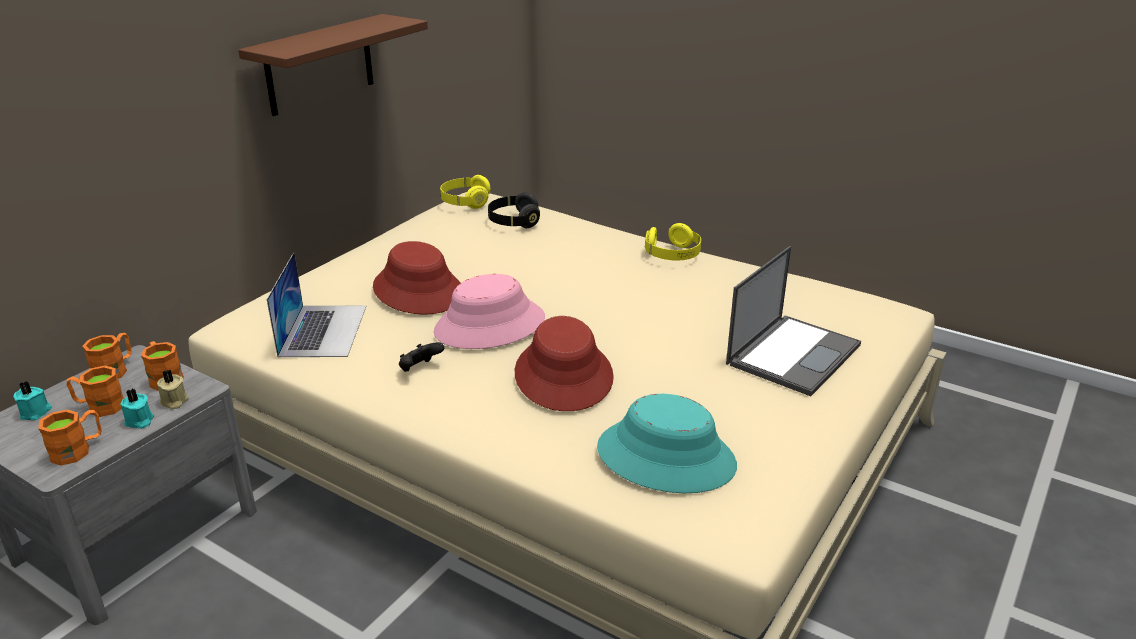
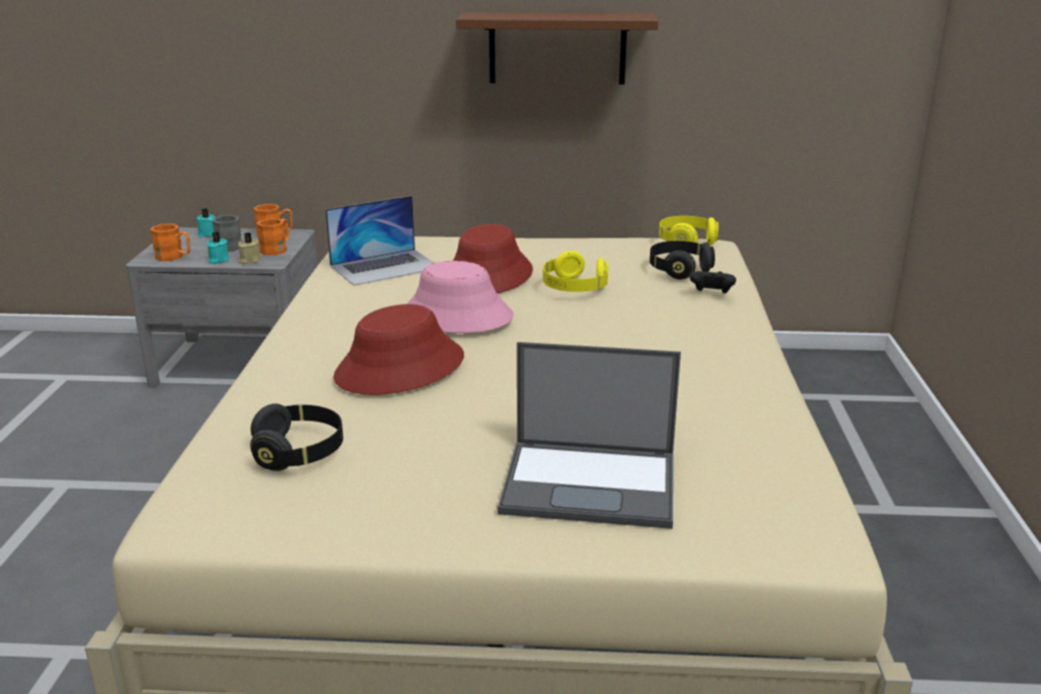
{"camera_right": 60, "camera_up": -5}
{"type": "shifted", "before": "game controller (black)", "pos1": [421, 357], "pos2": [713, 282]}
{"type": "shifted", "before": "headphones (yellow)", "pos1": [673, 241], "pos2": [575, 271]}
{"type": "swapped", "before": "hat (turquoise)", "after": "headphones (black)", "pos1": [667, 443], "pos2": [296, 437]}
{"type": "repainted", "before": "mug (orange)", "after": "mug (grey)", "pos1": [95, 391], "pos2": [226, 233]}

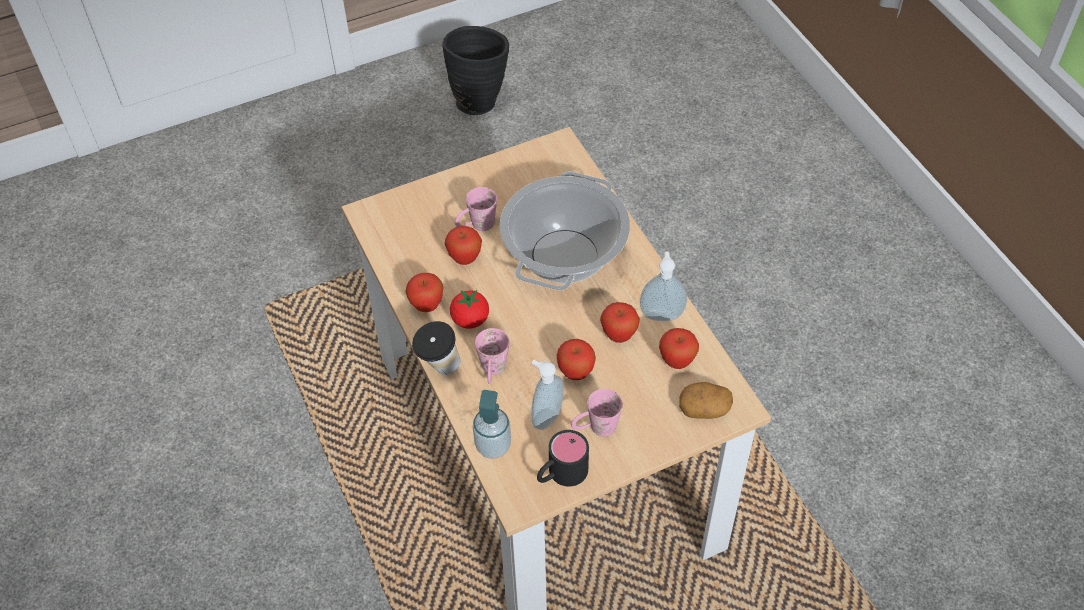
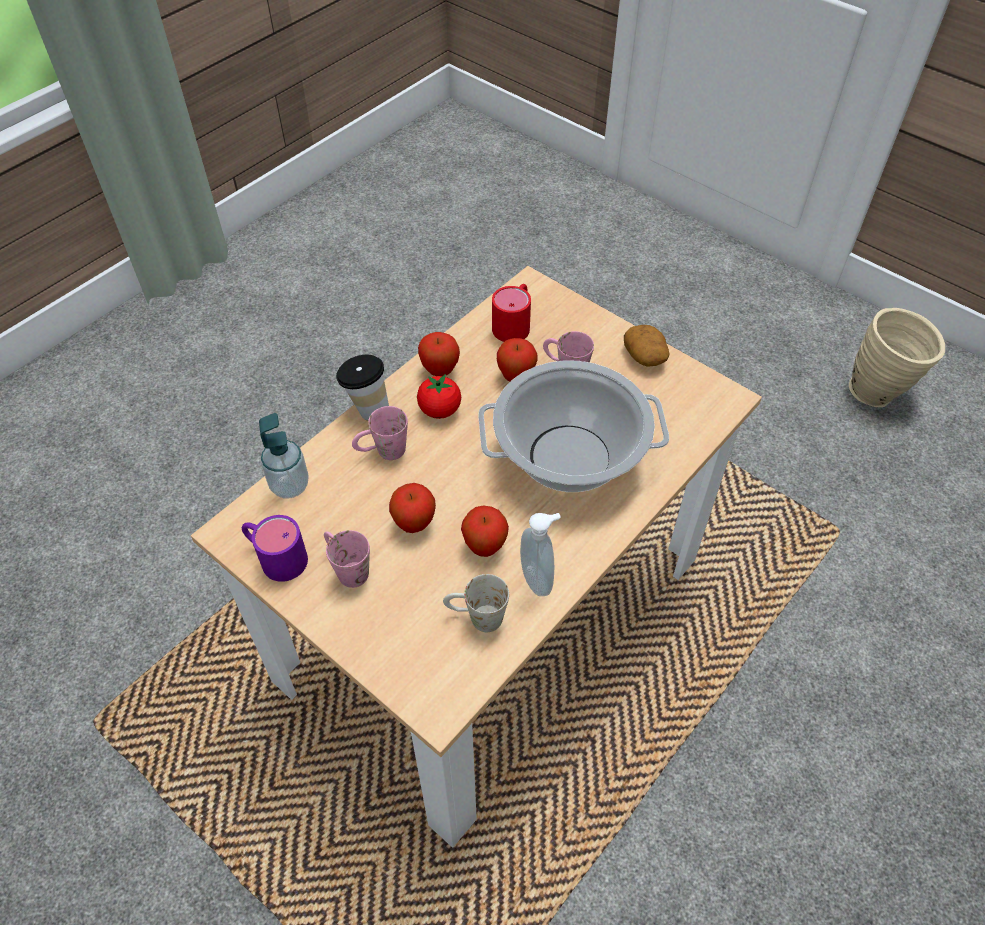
{"camera_right": 65, "camera_up": 0}
{"type": "gone", "before": "soap dispenser", "pos1": [547, 395]}
{"type": "new", "after": "mug (red)", "pos2": [511, 313]}
{"type": "shifted", "before": "potato", "pos1": [706, 400], "pos2": [647, 346]}
{"type": "swapped", "before": "apple", "after": "mug (white)", "pos1": [679, 348], "pos2": [476, 603]}
{"type": "repainted", "before": "vase (black)", "after": "vase (beige)", "pos1": [475, 70], "pos2": [897, 357]}
{"type": "repainted", "before": "mug (black)", "after": "mug (purple)", "pos1": [563, 458], "pos2": [275, 548]}

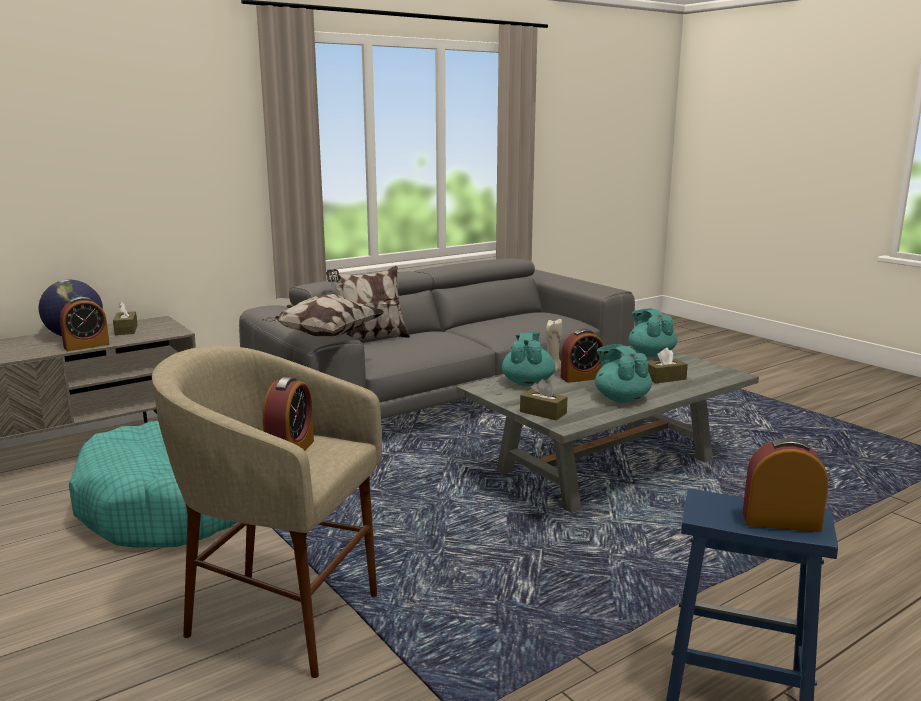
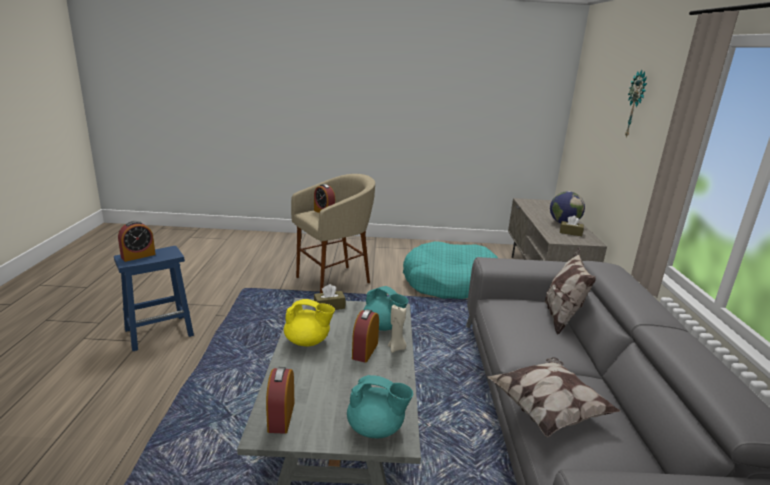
{"camera_right": 125, "camera_up": 5}
{"type": "gone", "before": "tissue box (brown)", "pos1": [668, 366]}
{"type": "new", "after": "wall clock", "pos2": [636, 103]}
{"type": "shifted", "before": "alarm clock", "pos1": [85, 324], "pos2": [280, 400]}
{"type": "shifted", "before": "pillow", "pos1": [323, 315], "pos2": [553, 397]}
{"type": "repainted", "before": "teapot (turquoise)", "after": "teapot (yellow)", "pos1": [623, 373], "pos2": [309, 322]}

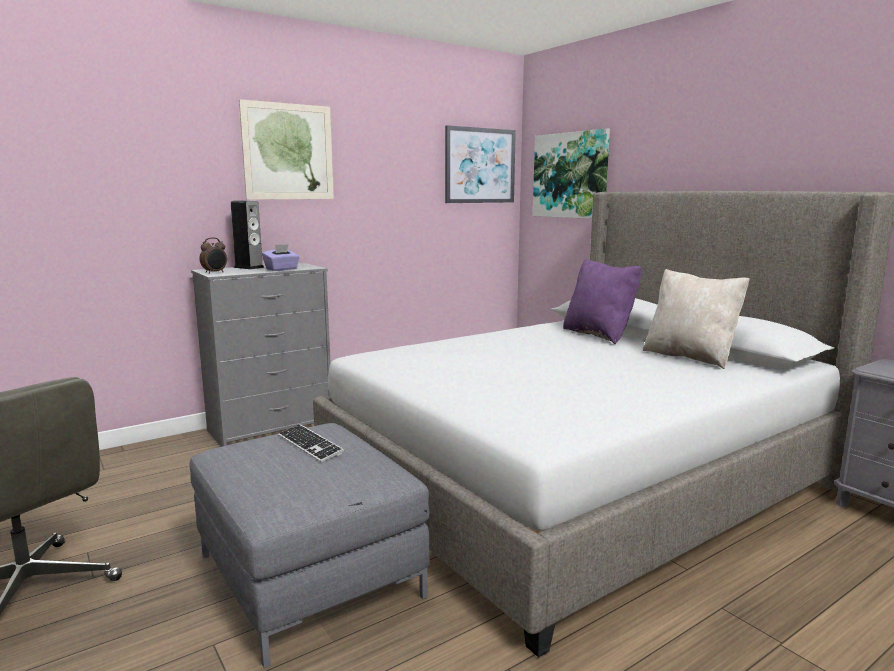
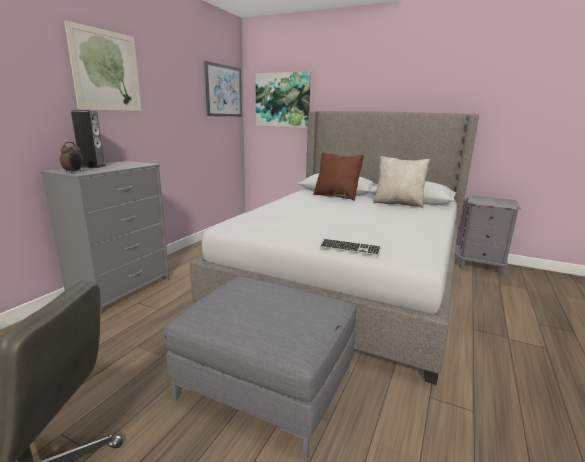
{"camera_right": -30, "camera_up": 5}
{"type": "gone", "before": "tissue box (purple)", "pos1": [281, 257]}
{"type": "shifted", "before": "keyboard", "pos1": [311, 443], "pos2": [350, 247]}
{"type": "repainted", "before": "pillow (purple)", "after": "pillow (brown)", "pos1": [602, 301], "pos2": [339, 176]}

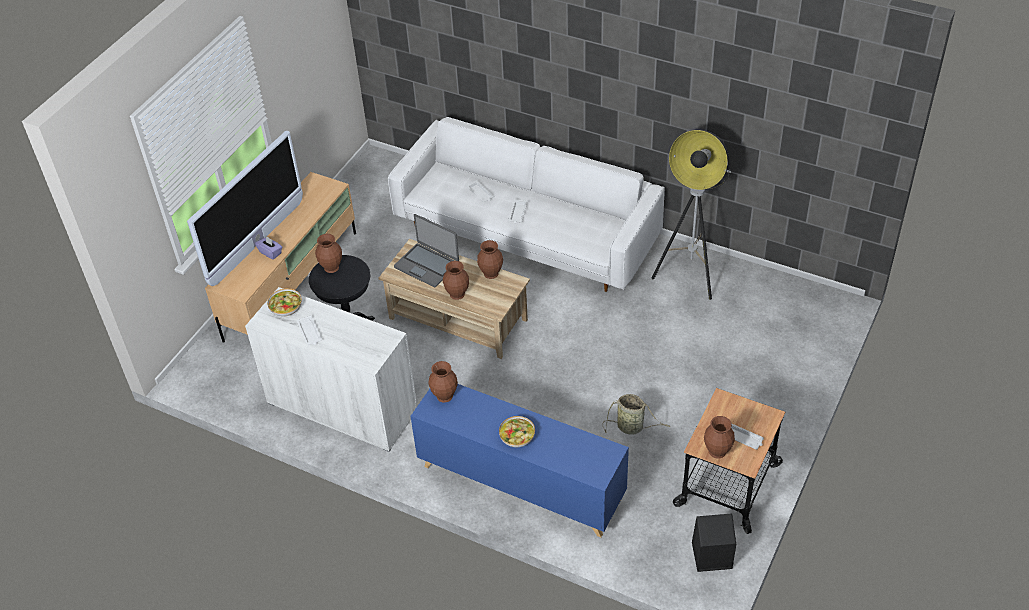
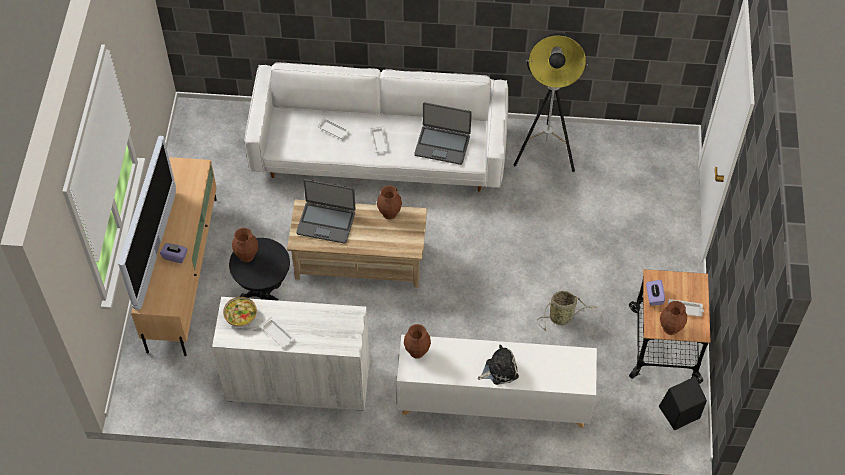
{"camera_right": -25, "camera_up": 10}
{"type": "gone", "before": "vase (brown)", "pos1": [456, 280]}
{"type": "new", "after": "laptop", "pos2": [443, 133]}
{"type": "new", "after": "tissue box (purple)", "pos2": [655, 292]}
{"type": "swapped", "before": "bowl", "after": "plush toy", "pos1": [517, 431], "pos2": [498, 365]}
{"type": "repainted", "before": "cabinet (blue)", "after": "cabinet (white)", "pos1": [519, 460], "pos2": [497, 381]}

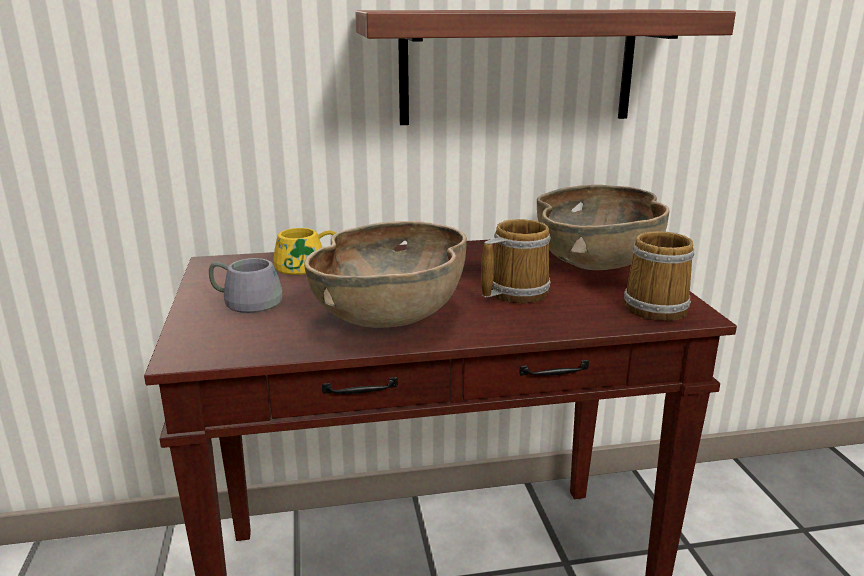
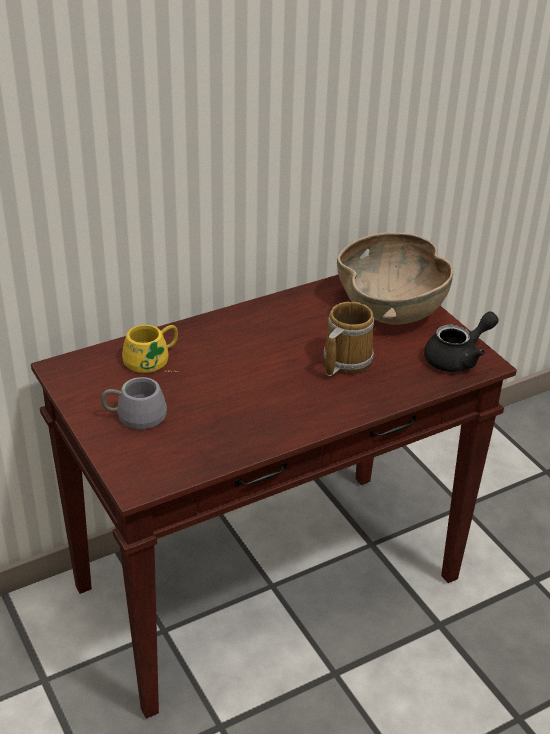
{"camera_right": -20, "camera_up": 15}
{"type": "gone", "before": "bowl (brown)", "pos1": [385, 274]}
{"type": "gone", "before": "shelf", "pos1": [545, 67]}
{"type": "swapped", "before": "mug", "after": "teapot (black)", "pos1": [659, 276], "pos2": [461, 342]}

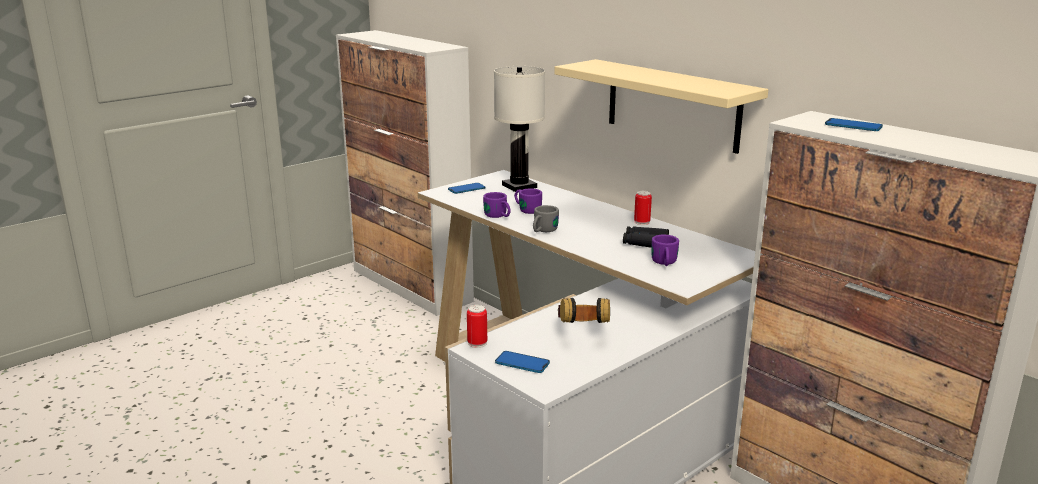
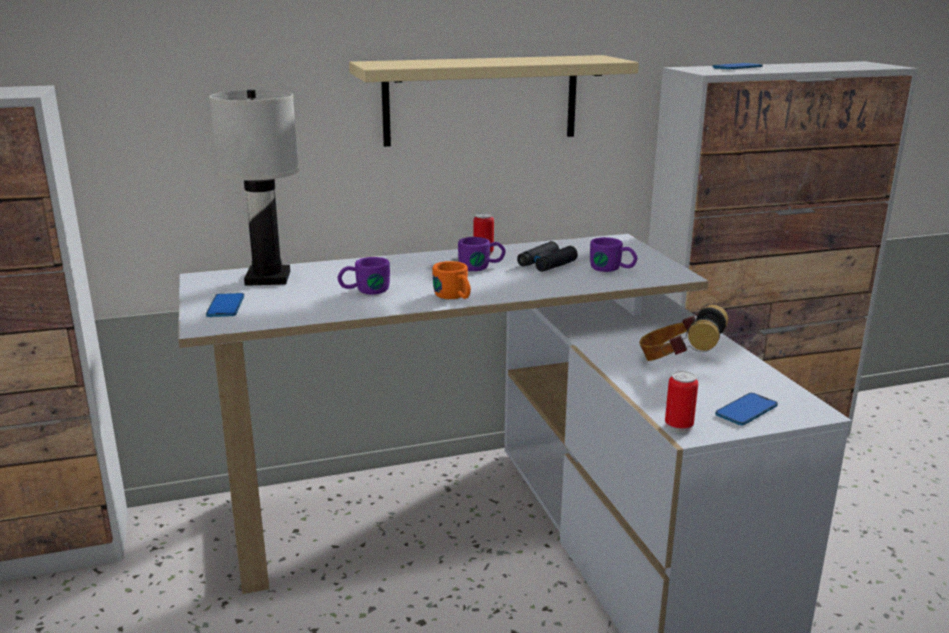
{"camera_right": -65, "camera_up": 0}
{"type": "shifted", "before": "mug (purple)", "pos1": [497, 205], "pos2": [482, 254]}
{"type": "repainted", "before": "mug (grey)", "after": "mug (orange)", "pos1": [546, 218], "pos2": [451, 280]}

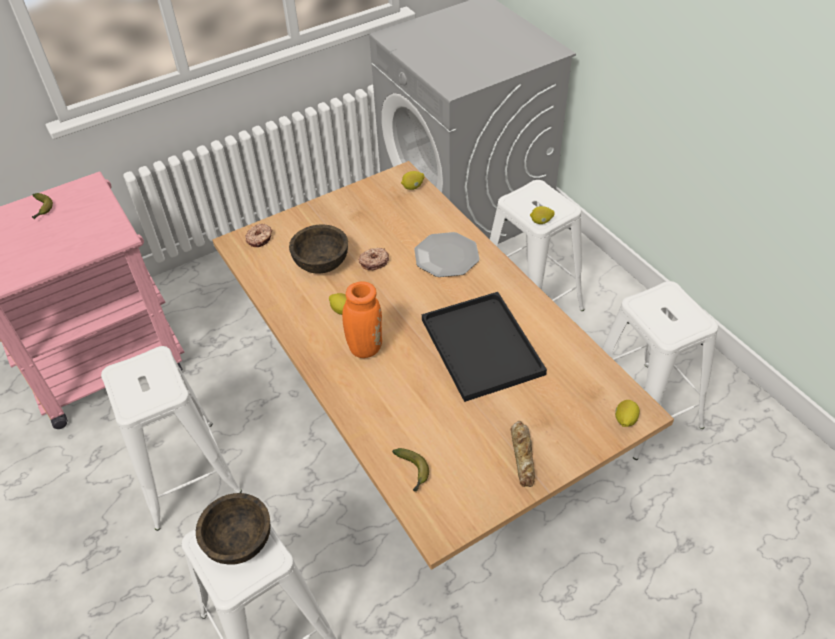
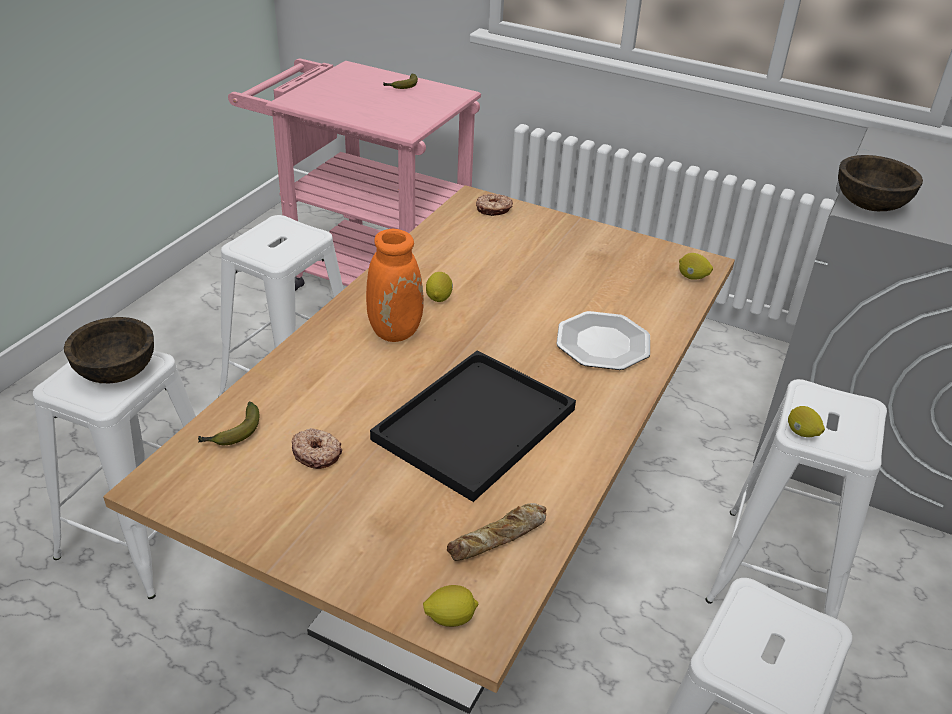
{"camera_right": 55, "camera_up": -10}
{"type": "shifted", "before": "bowl (brown)", "pos1": [318, 249], "pos2": [880, 183]}
{"type": "shifted", "before": "donut", "pos1": [373, 259], "pos2": [316, 448]}
{"type": "shifted", "before": "bread", "pos1": [522, 454], "pos2": [496, 532]}

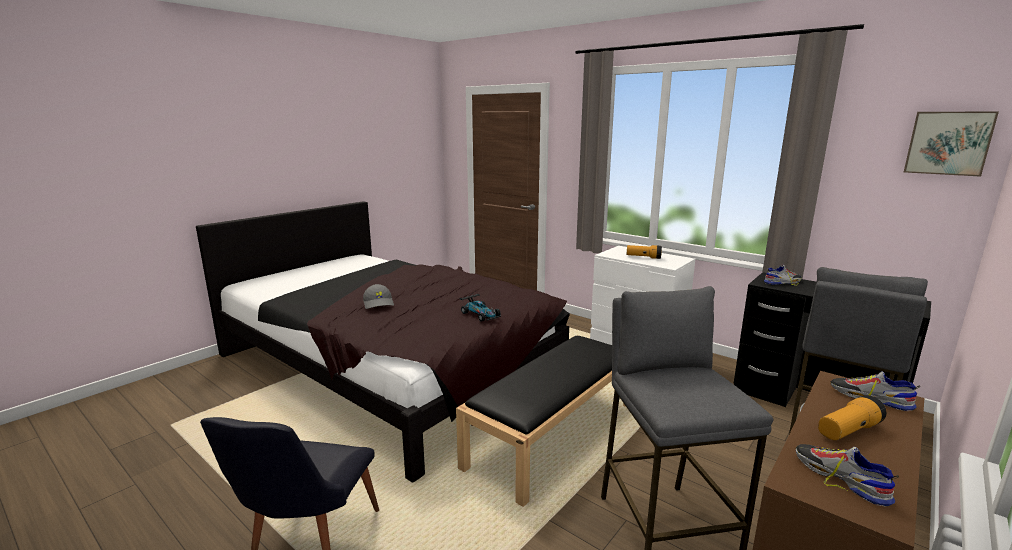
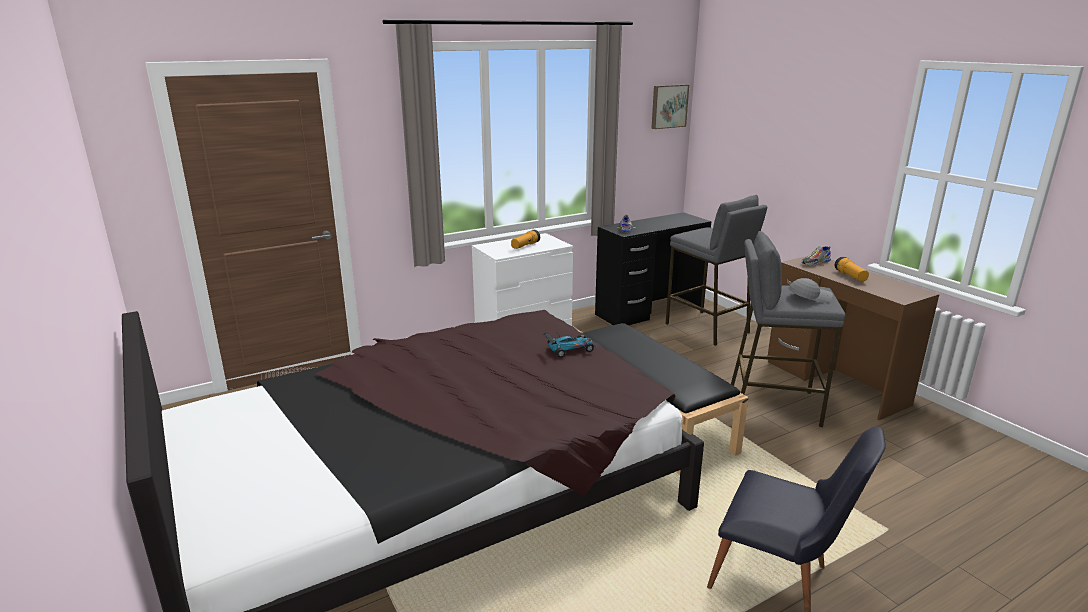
{"camera_right": -70, "camera_up": 5}
{"type": "gone", "before": "shoe", "pos1": [847, 475]}
{"type": "shifted", "before": "cap (grey)", "pos1": [378, 296], "pos2": [810, 290]}

